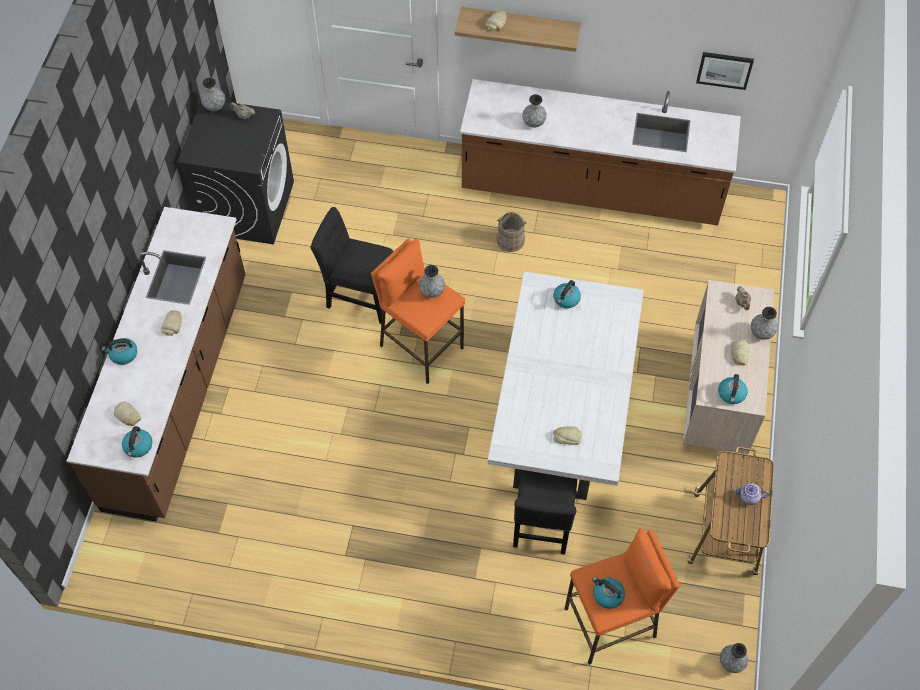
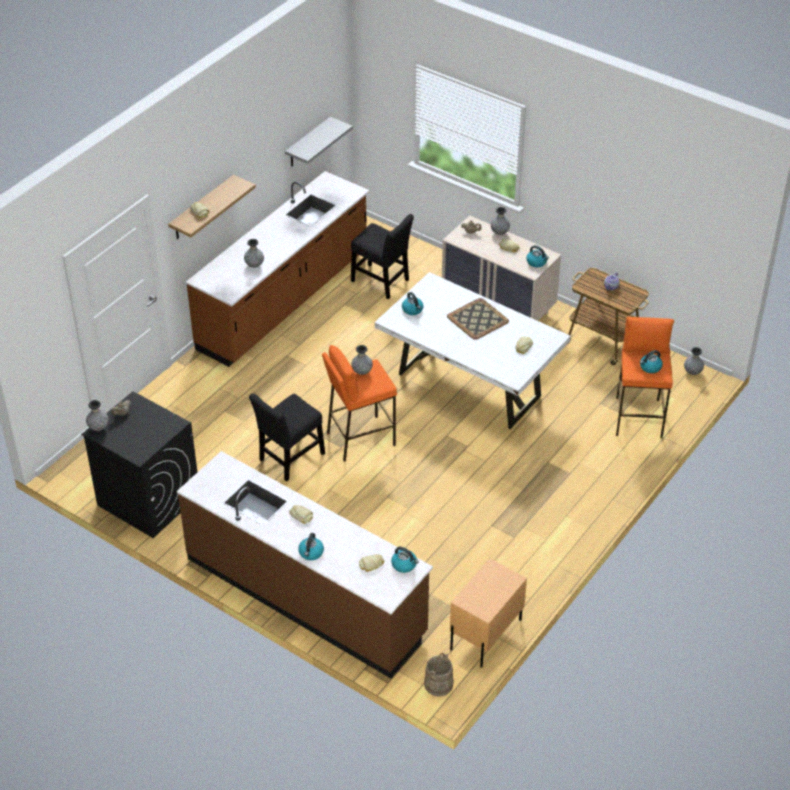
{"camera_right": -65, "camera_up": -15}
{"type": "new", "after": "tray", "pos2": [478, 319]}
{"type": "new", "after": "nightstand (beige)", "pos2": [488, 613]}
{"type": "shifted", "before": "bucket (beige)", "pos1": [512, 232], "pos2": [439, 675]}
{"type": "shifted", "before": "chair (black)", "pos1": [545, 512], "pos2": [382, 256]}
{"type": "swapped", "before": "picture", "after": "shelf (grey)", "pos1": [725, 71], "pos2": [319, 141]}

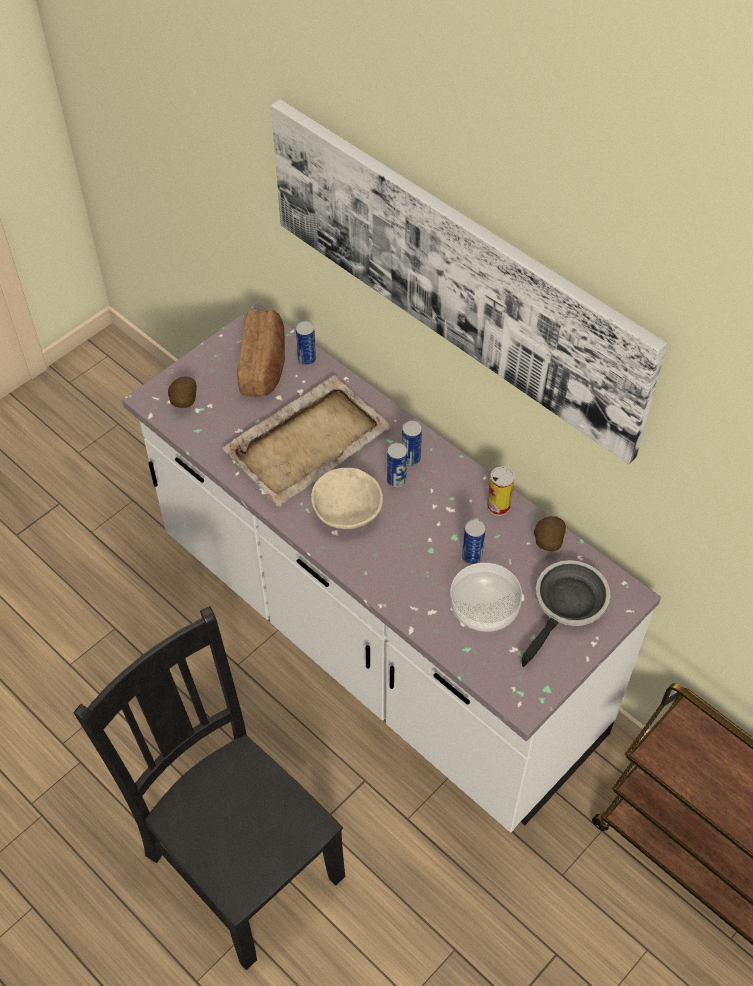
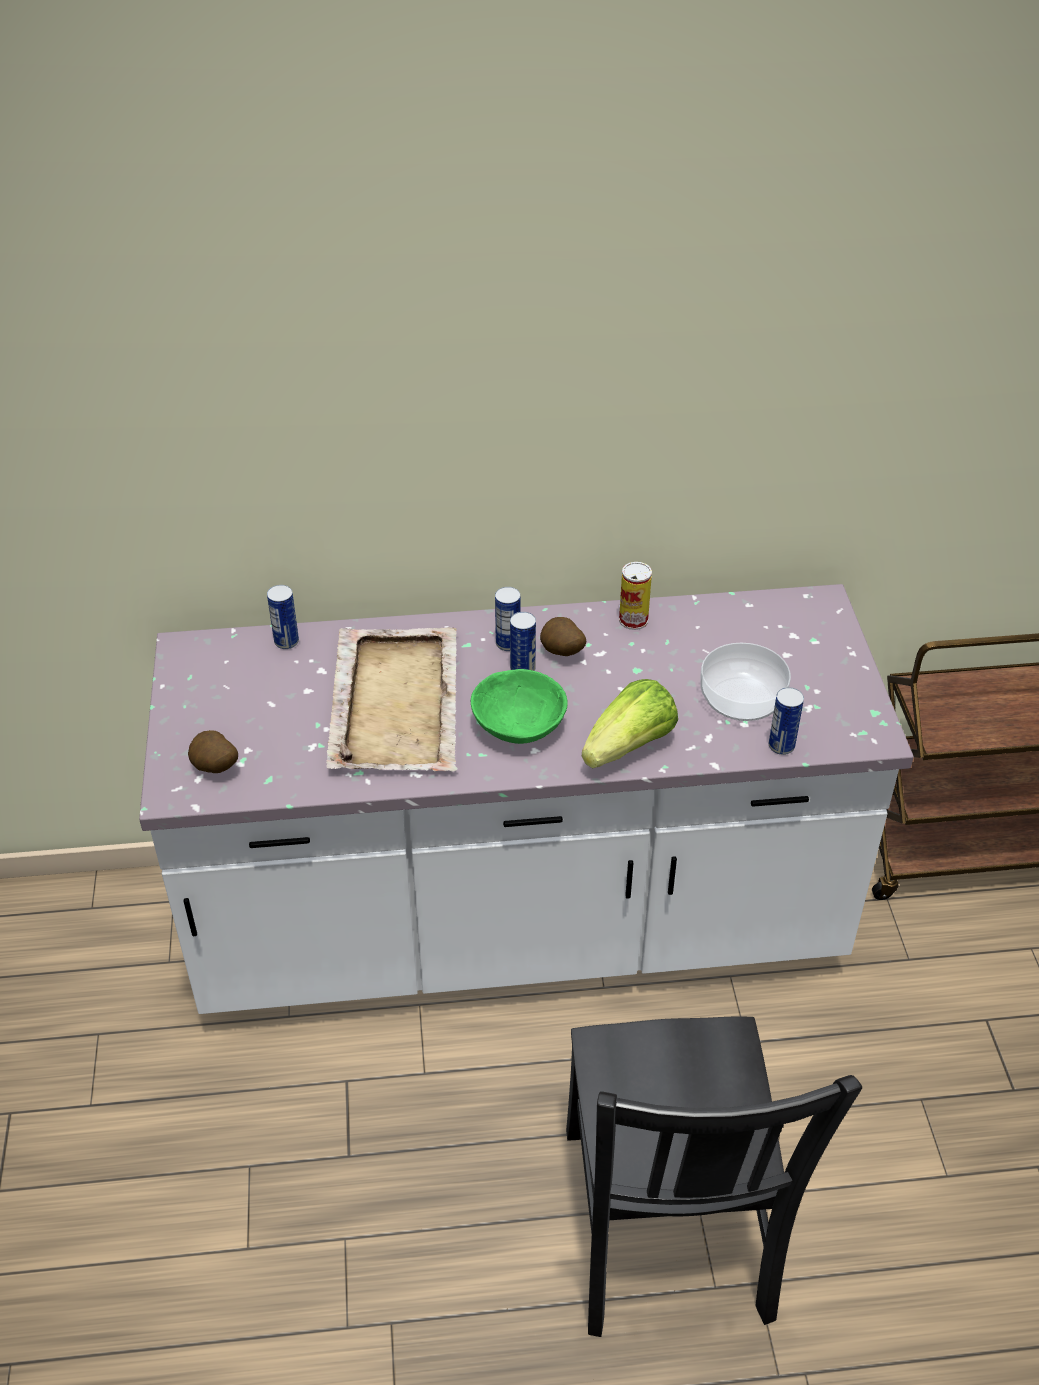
{"camera_right": -50, "camera_up": -10}
{"type": "gone", "before": "bread", "pos1": [261, 353]}
{"type": "gone", "before": "picture", "pos1": [469, 282]}
{"type": "gone", "before": "frying pan", "pos1": [566, 613]}
{"type": "new", "after": "lettuce", "pos2": [630, 724]}
{"type": "shifted", "before": "can", "pos1": [474, 542], "pos2": [786, 721]}
{"type": "shifted", "before": "potato", "pos1": [550, 533], "pos2": [563, 636]}
{"type": "repainted", "before": "bowl (beige)", "after": "bowl (green)", "pos1": [347, 498], "pos2": [519, 706]}
{"type": "rotated", "before": "chair (black)", "pos1": [209, 788], "pos2": [714, 1177], "turn": -90}

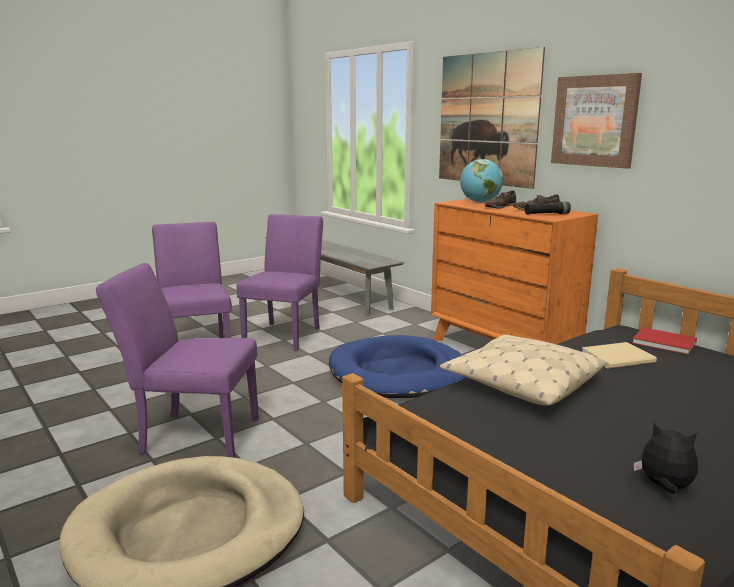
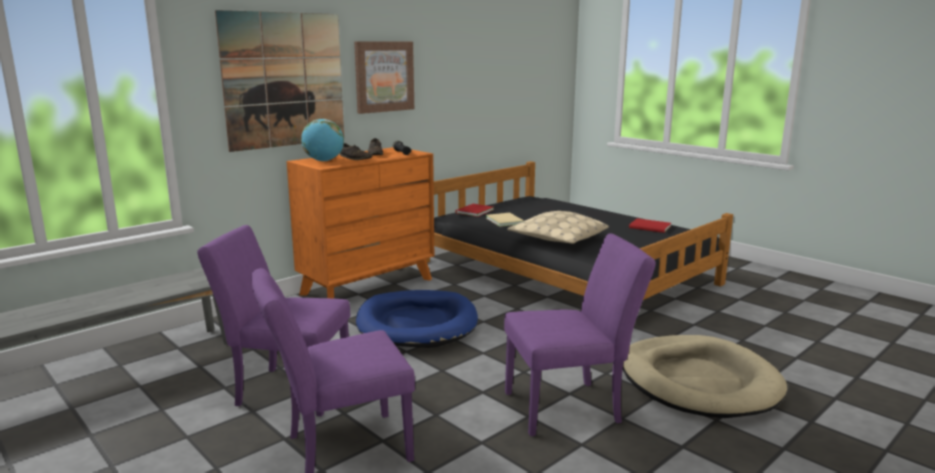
{"camera_right": -95, "camera_up": 0}
{"type": "swapped", "before": "plush toy", "after": "book (red)", "pos1": [666, 458], "pos2": [650, 225]}
{"type": "rotated", "before": "chair (purple)", "pos1": [177, 360], "pos2": [580, 334], "turn": -105}

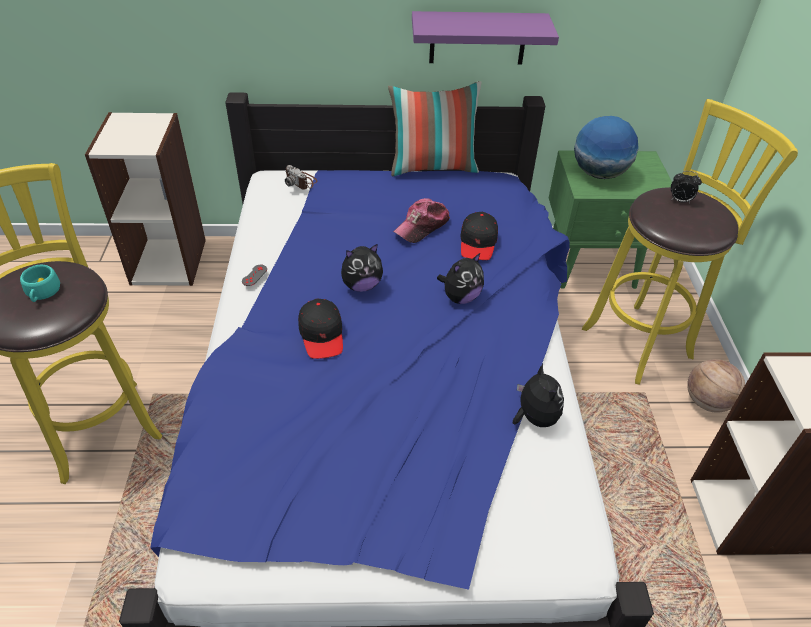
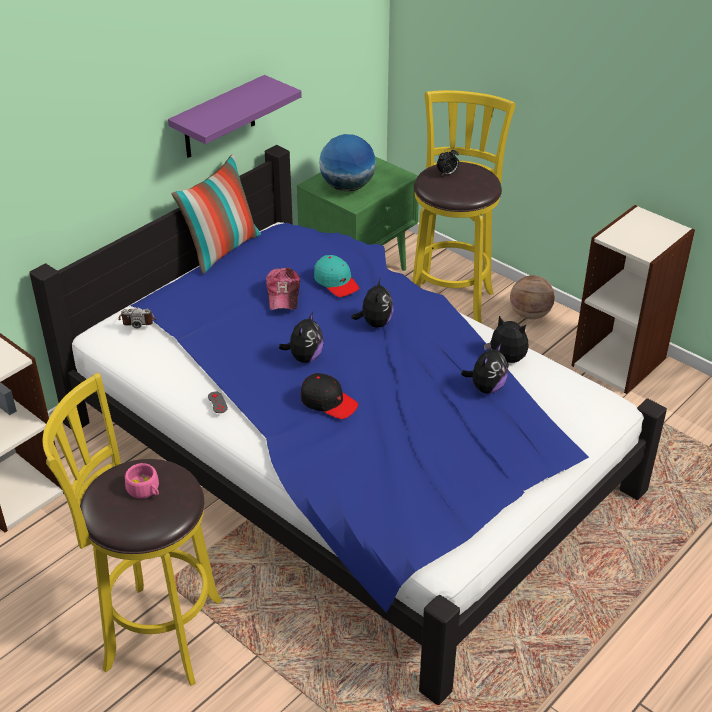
{"camera_right": -45, "camera_up": -5}
{"type": "new", "after": "plush toy", "pos2": [484, 368]}
{"type": "repainted", "before": "cup (turquoise)", "after": "cup (pink)", "pos1": [40, 283], "pos2": [142, 481]}
{"type": "repainted", "before": "cap (black)", "after": "cap (turquoise)", "pos1": [479, 236], "pos2": [336, 276]}

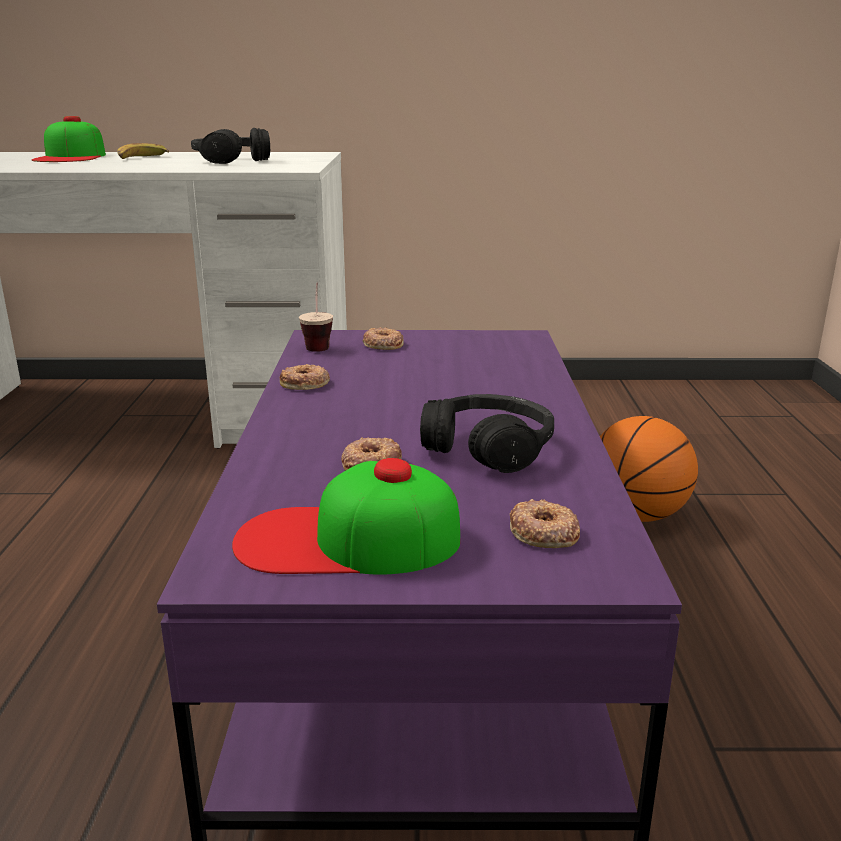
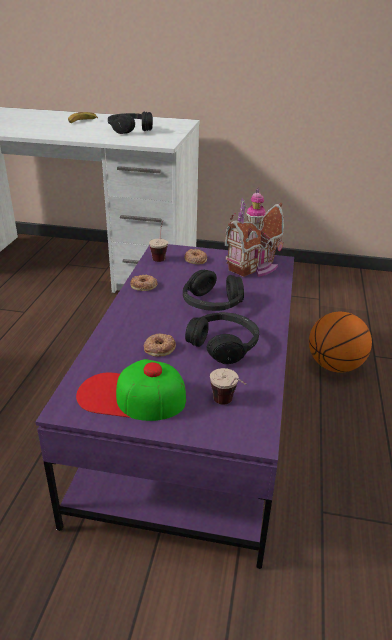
{"camera_right": 10, "camera_up": 10}
{"type": "gone", "before": "cap", "pos1": [69, 139]}
{"type": "new", "after": "headphones (black)", "pos2": [213, 290]}
{"type": "new", "after": "toy house", "pos2": [254, 232]}
{"type": "swapped", "before": "donut", "after": "cup", "pos1": [545, 523], "pos2": [228, 386]}

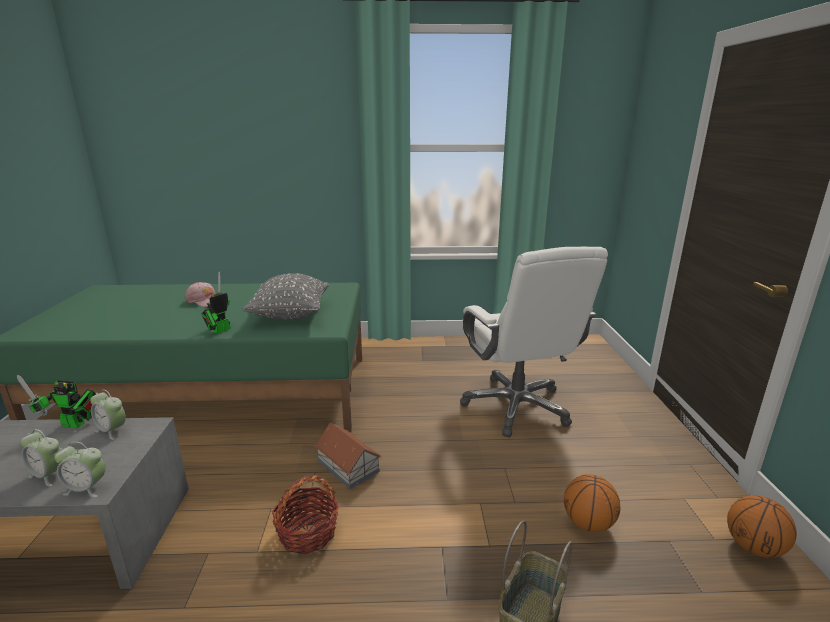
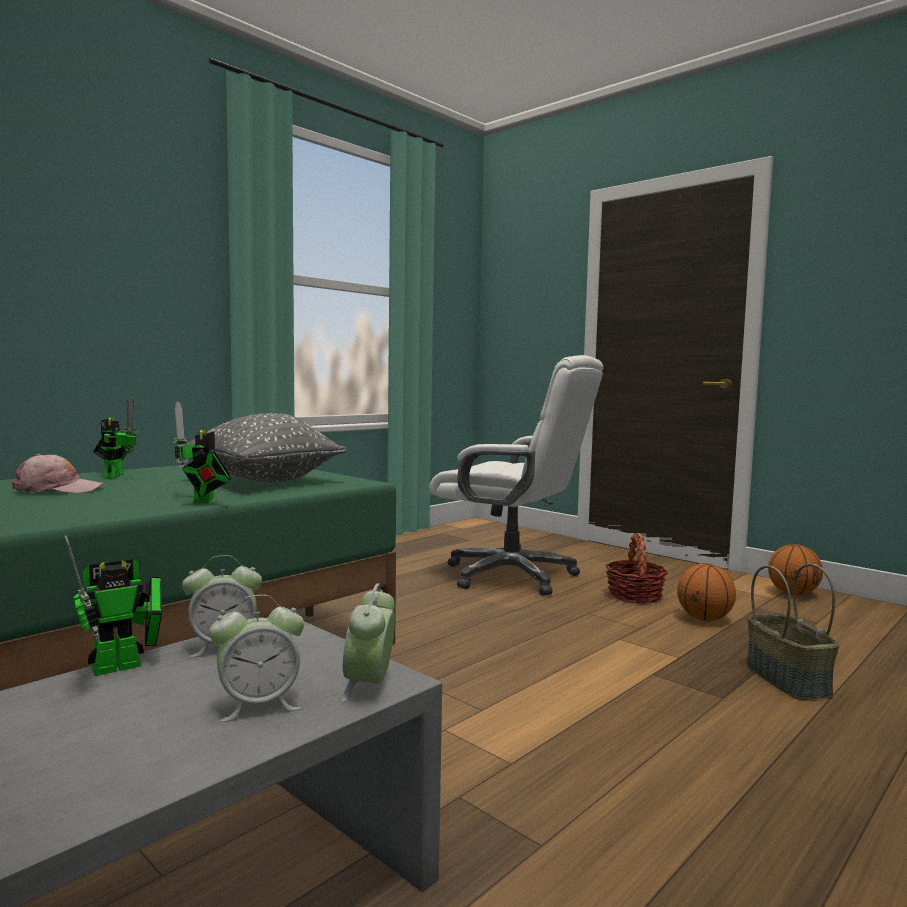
{"camera_right": -45, "camera_up": -15}
{"type": "gone", "before": "toy house", "pos1": [348, 456]}
{"type": "new", "after": "toy robot", "pos2": [115, 437]}
{"type": "shifted", "before": "basket", "pos1": [305, 515], "pos2": [637, 568]}
{"type": "rotated", "before": "alarm clock", "pos1": [80, 470], "pos2": [368, 642], "turn": 135}

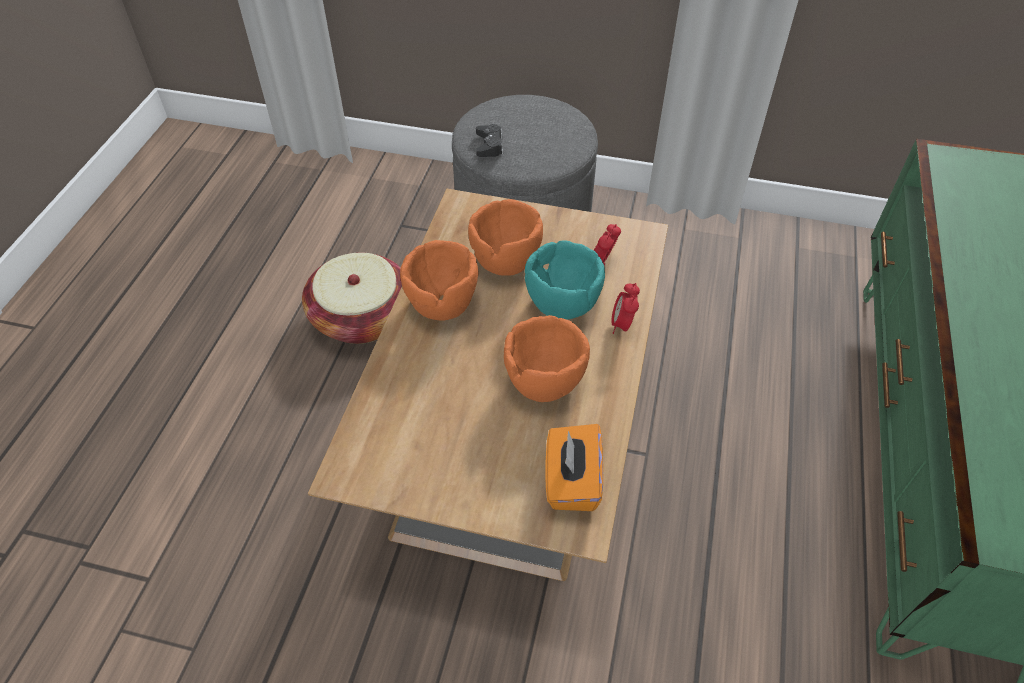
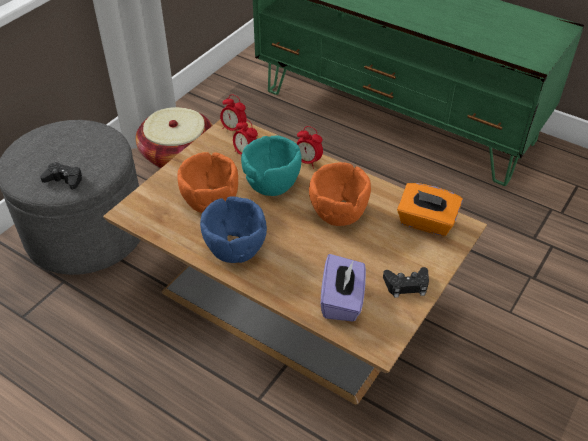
{"camera_right": -70, "camera_up": -5}
{"type": "new", "after": "alarm clock", "pos2": [233, 113]}
{"type": "new", "after": "tissue box (purple)", "pos2": [343, 288]}
{"type": "new", "after": "game controller (black)", "pos2": [406, 282]}
{"type": "shifted", "before": "basket", "pos1": [352, 298], "pos2": [174, 137]}
{"type": "repainted", "before": "bowl (orange)", "after": "bowl (blue)", "pos1": [439, 280], "pos2": [233, 229]}

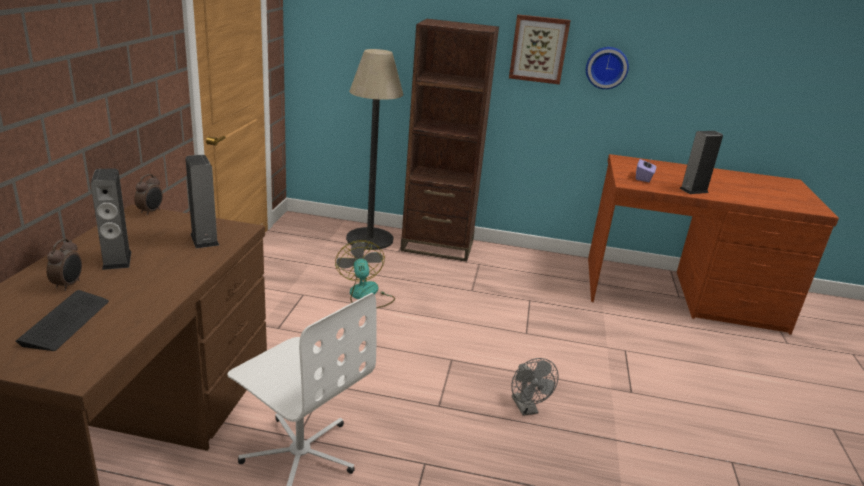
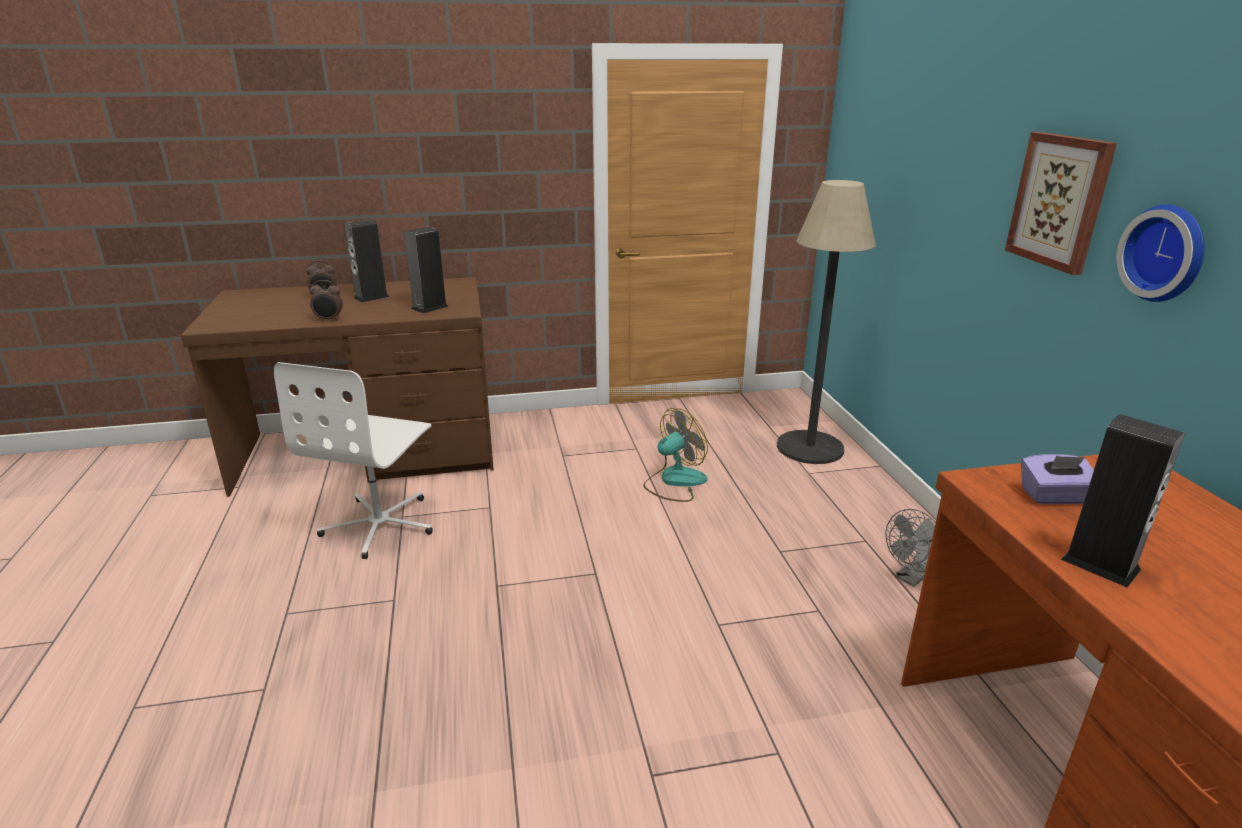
{"camera_right": 70, "camera_up": 0}
{"type": "gone", "before": "keyboard", "pos1": [62, 320]}
{"type": "gone", "before": "bookcase (brown)", "pos1": [449, 140]}
{"type": "shifted", "before": "alarm clock", "pos1": [148, 194], "pos2": [326, 300]}
{"type": "shifted", "before": "fan (grey)", "pos1": [535, 387], "pos2": [911, 548]}

